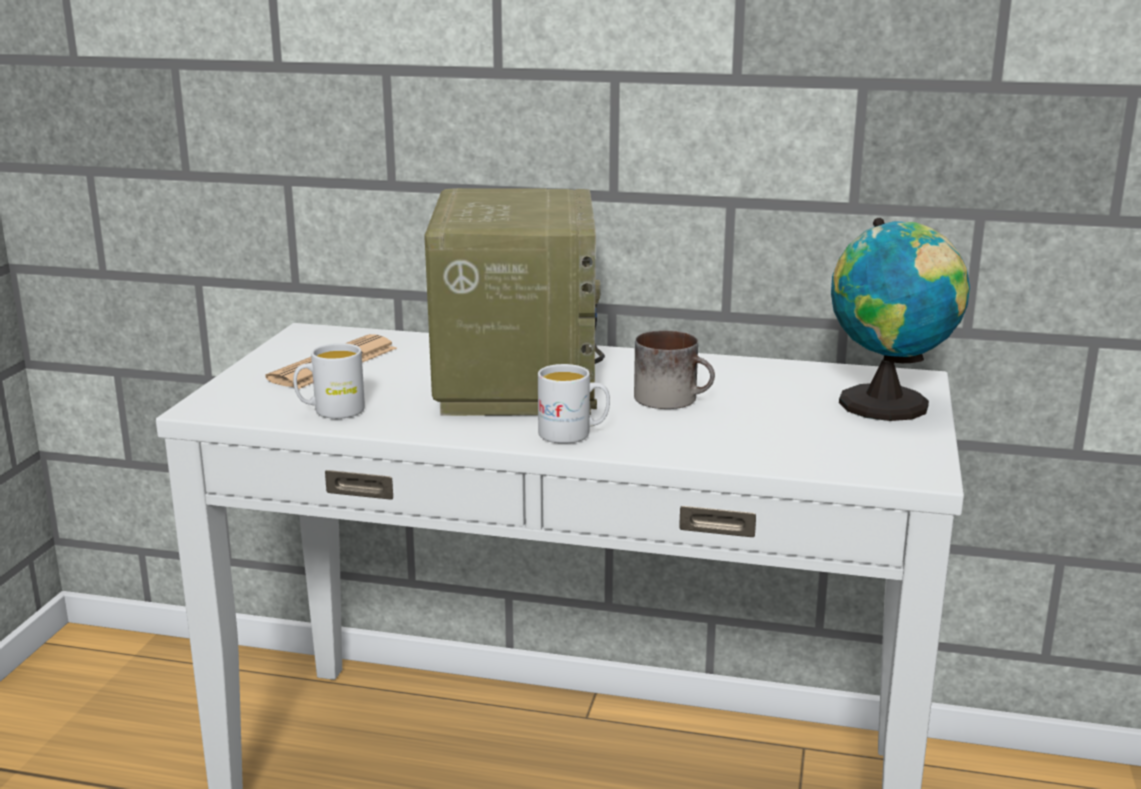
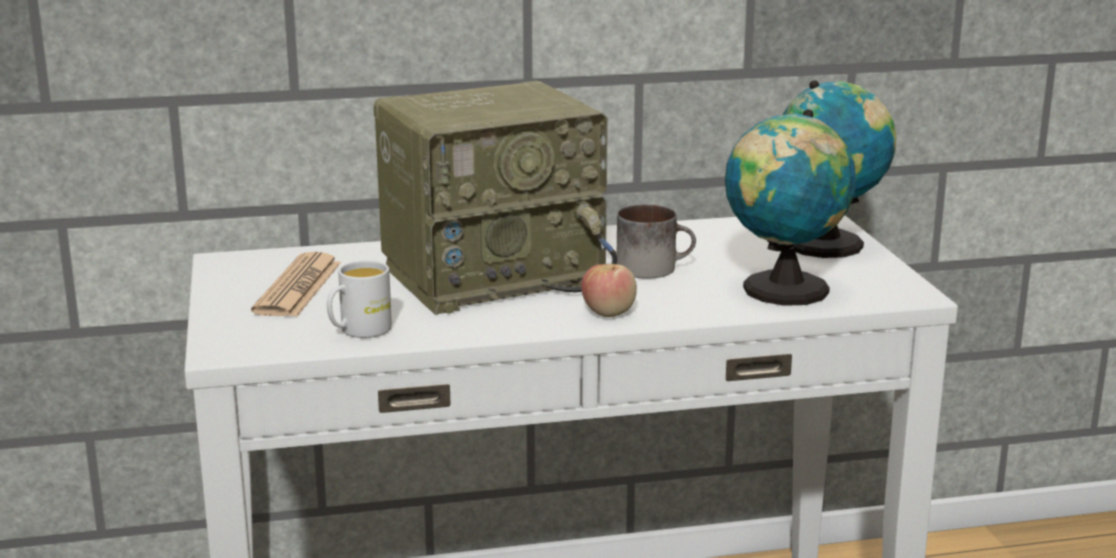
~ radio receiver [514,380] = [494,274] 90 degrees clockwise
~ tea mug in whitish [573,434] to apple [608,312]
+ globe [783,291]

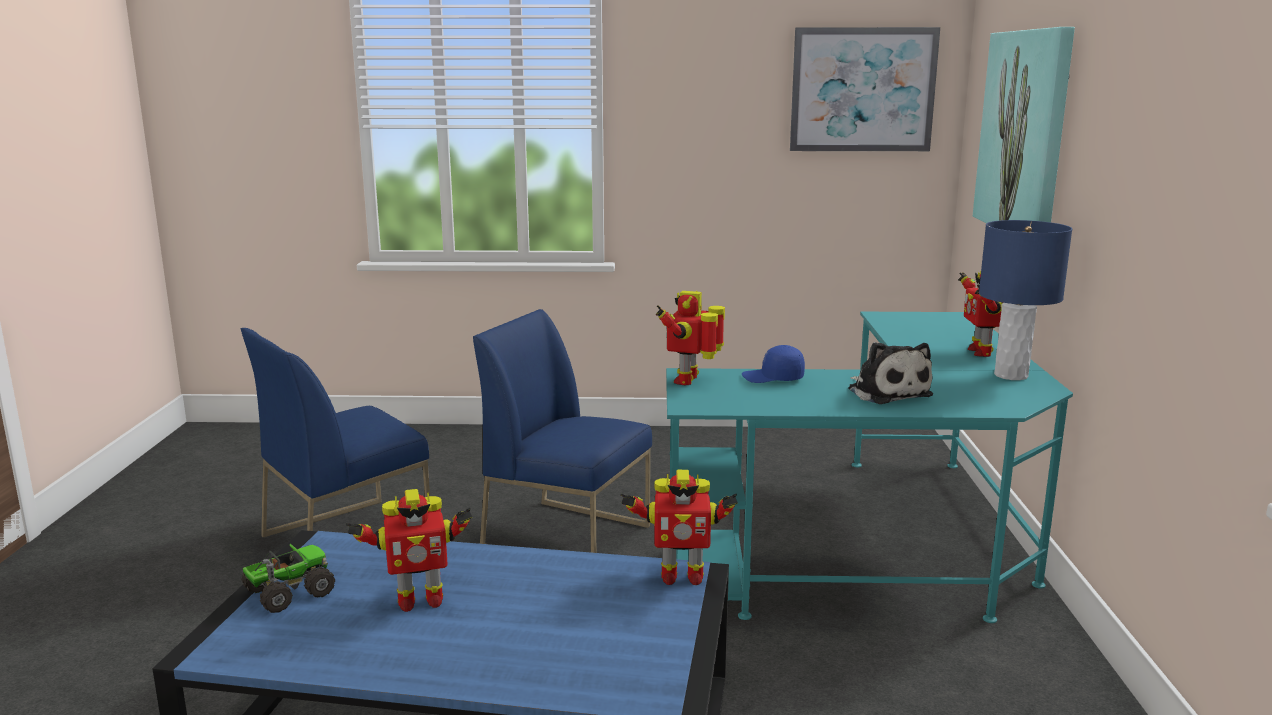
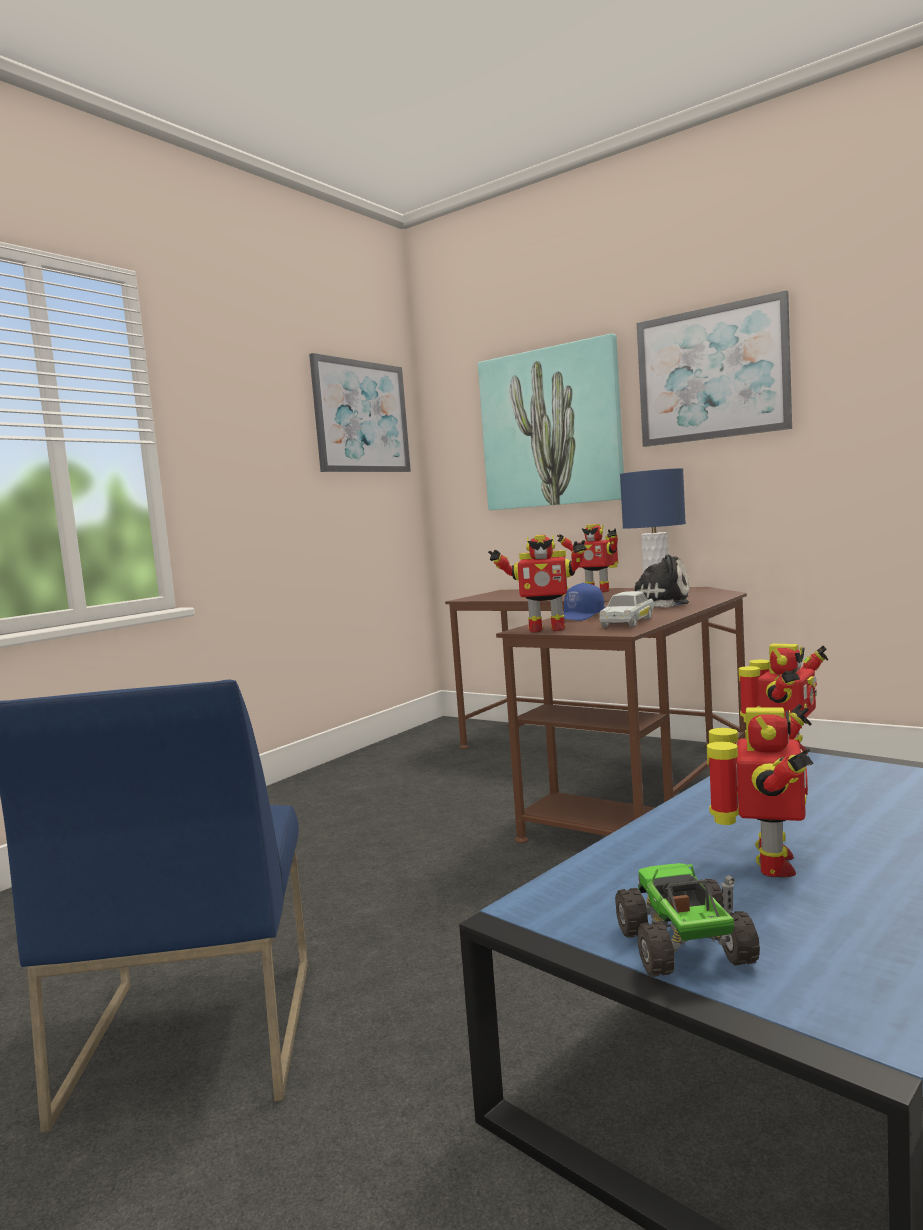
~ desk table in turquoise [881,547] to desk table in brownish [608,770]
~ robot figure [689,380] = [545,629] 45 degrees counterclockwise
+ toy car in whitish [627,622]
+ picture [712,374]
- upright chair in bluish [568,537]

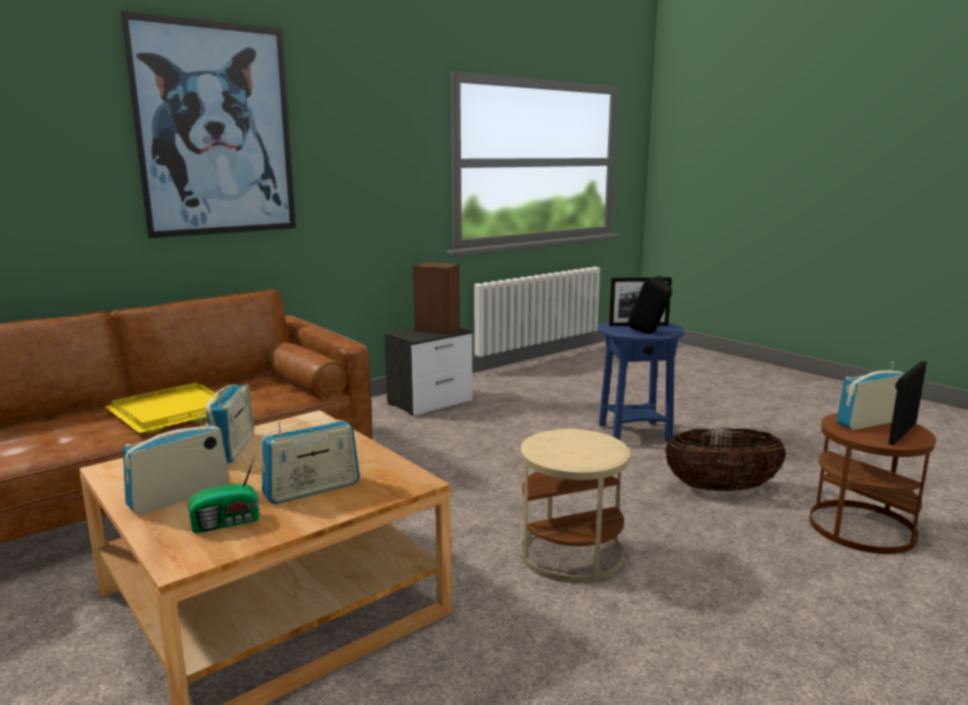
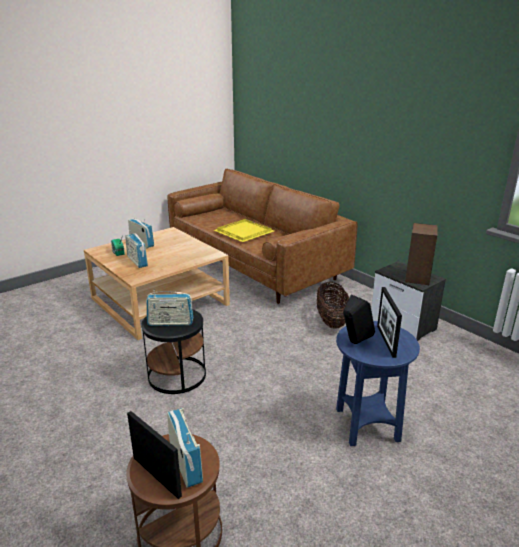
~ accent table in sand-coloured [570,553] to accent table in black-coloured [177,375]
~ radio receiver [233,448] to [170,323]
~ storage basket [721,489] to [331,321]
- picture [215,130]

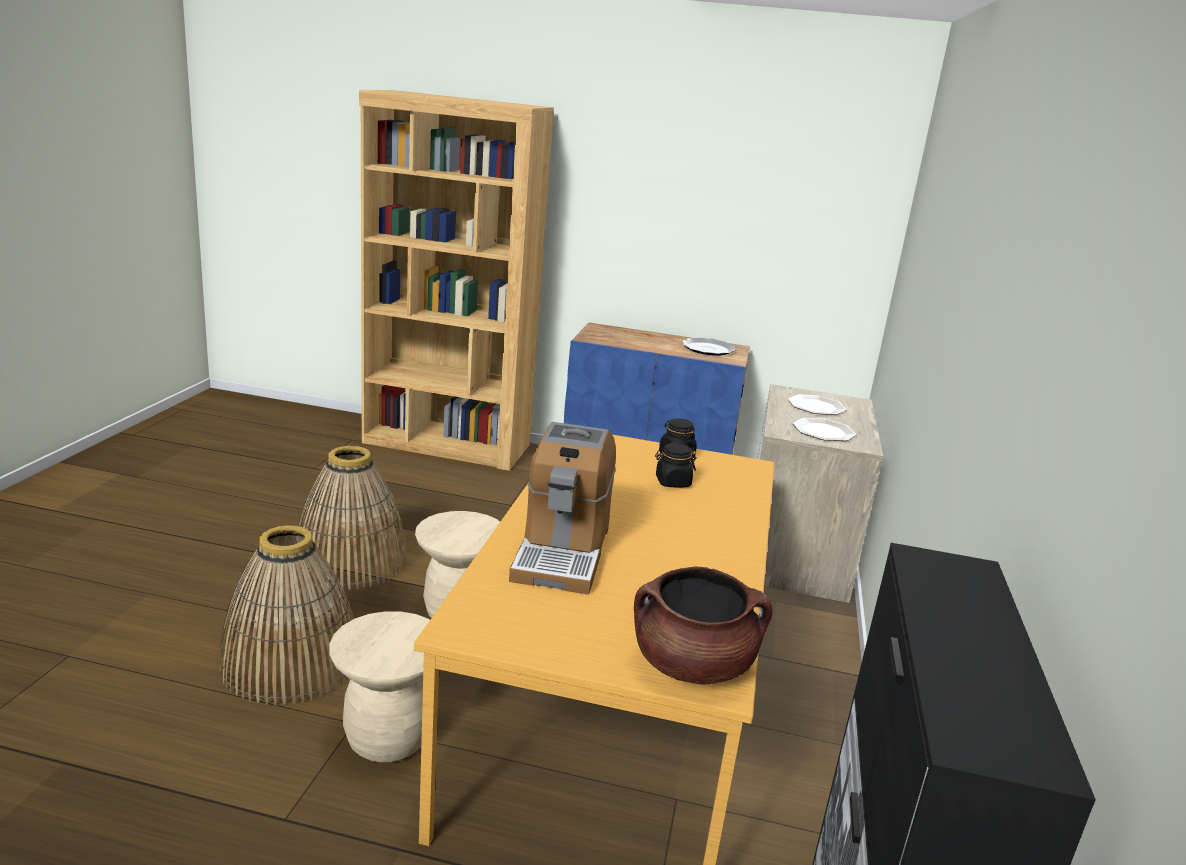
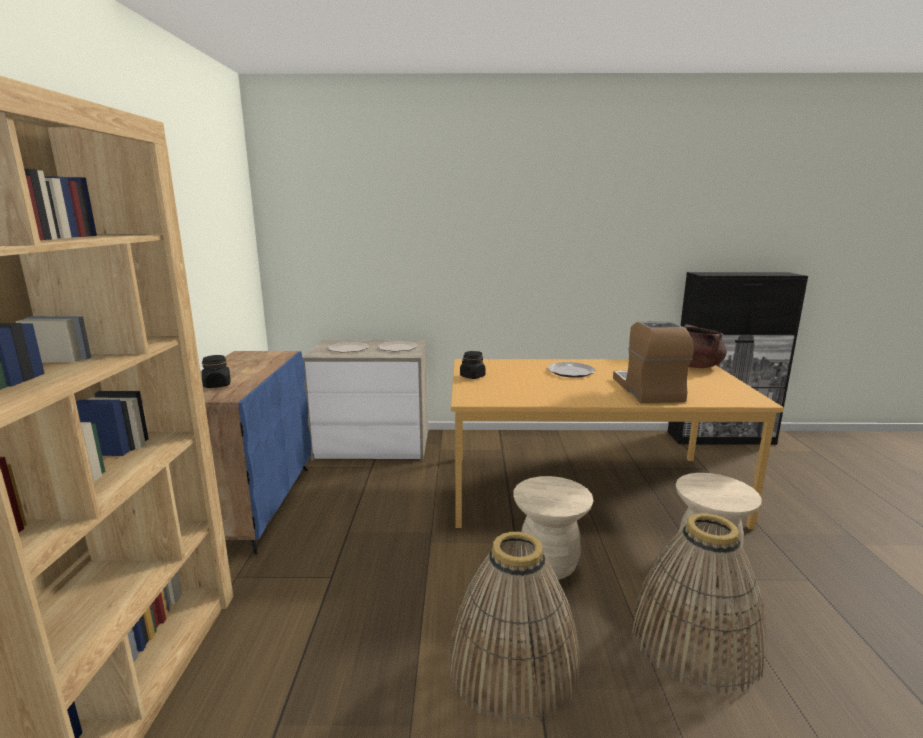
~ preserve jar in black-coloured [672,482] to [217,385]
~ flat dish [708,349] to [570,371]
~ coffee brewer [562,552] = [647,390] 90 degrees counterclockwise

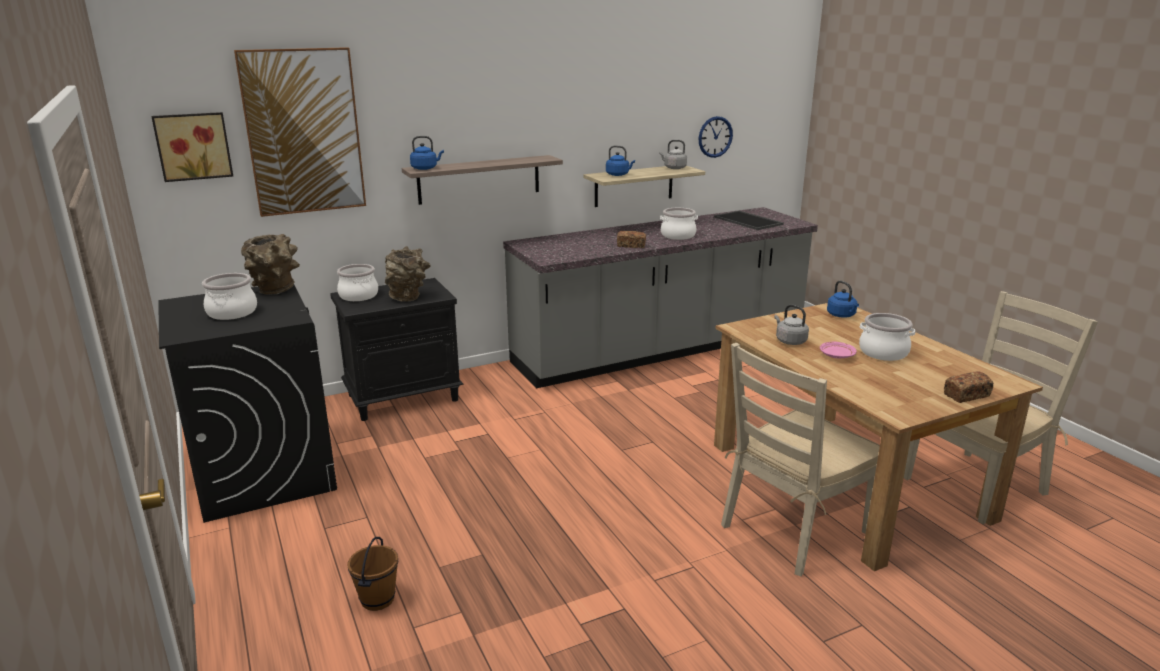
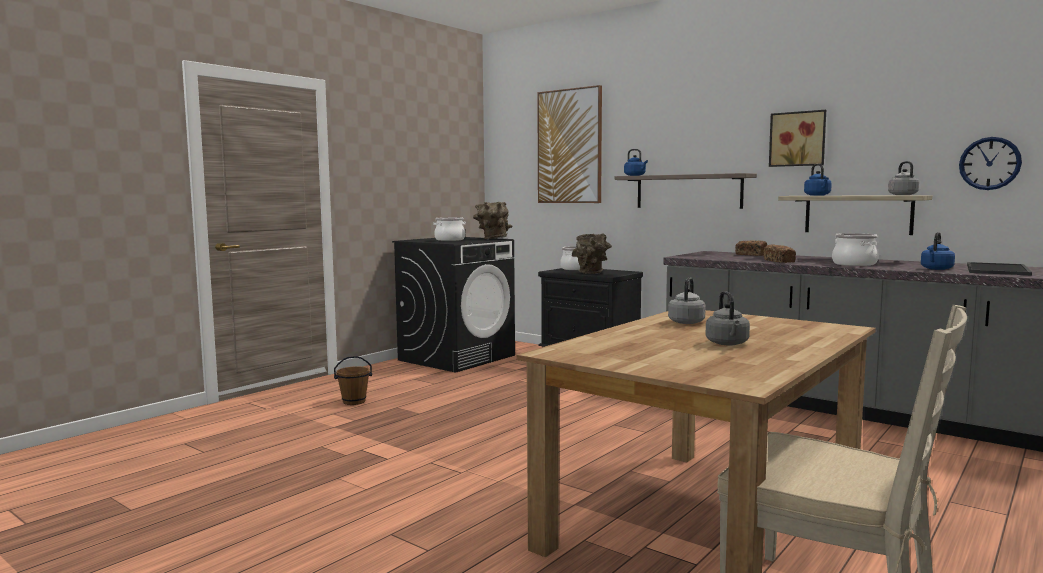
~ cooking pot [883,352] to tea kettle in grey [727,344]
~ bread [966,395] to [750,255]
~ picture [193,146] to [798,139]
~ tea kettle in bluish [842,315] to [936,269]
- upright chair in sand-coloured [794,529]
- flat dish in pink-coloured [836,355]

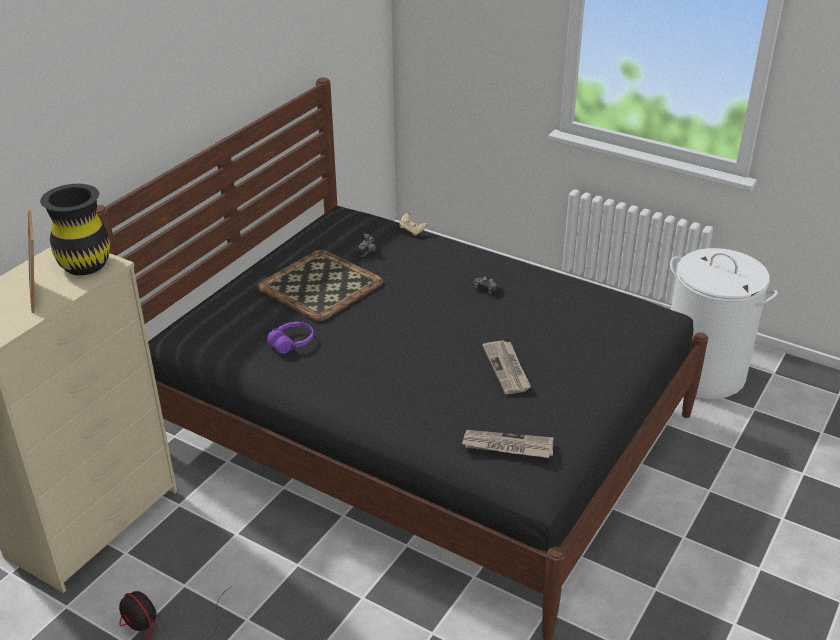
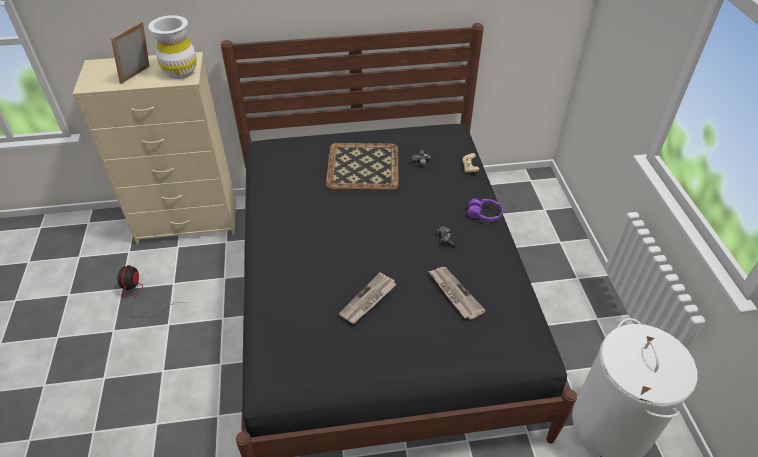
~ vase in black-coloured [85,264] to vase in whitish [180,71]
~ daily paper [507,446] to [454,293]
~ headphones in purplish [292,343] to [484,214]

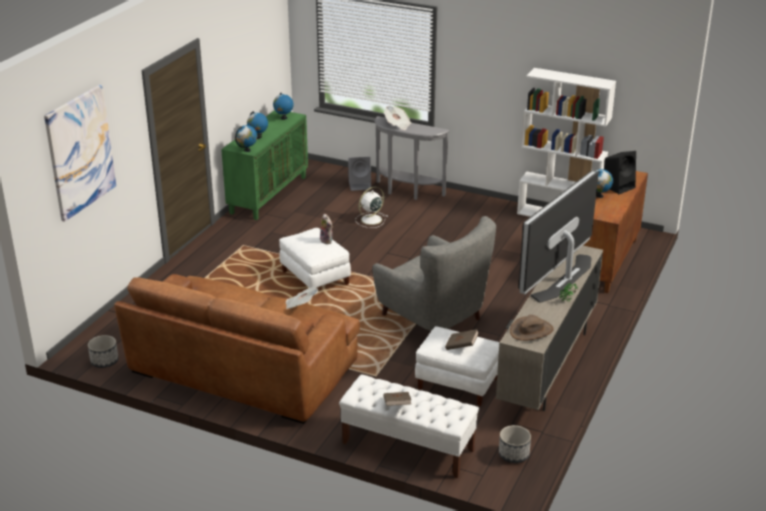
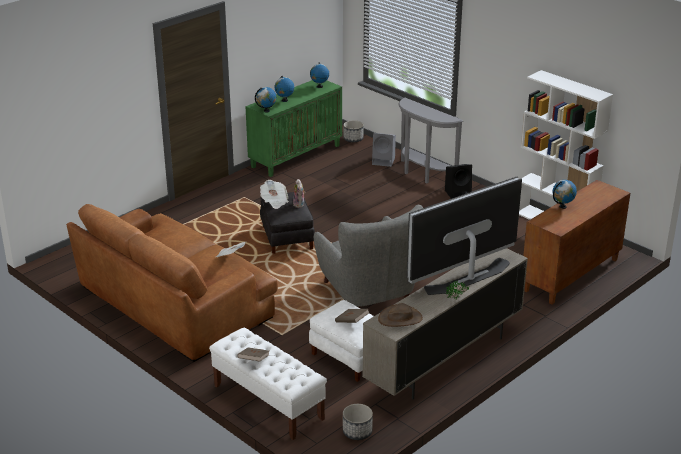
~ daily paper [397,125] to [274,201]
~ pouffe in whitish [314,278] to pouffe in black-coloured [287,237]
~ planter [104,361] to [353,139]
~ speaker in black-coloured [619,186] to [458,193]
- picture [80,152]
- electric fan in whitish [370,220]

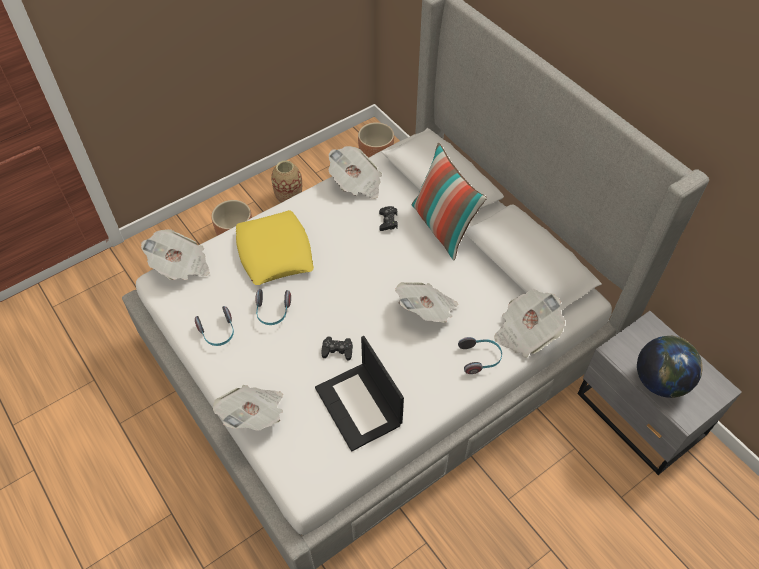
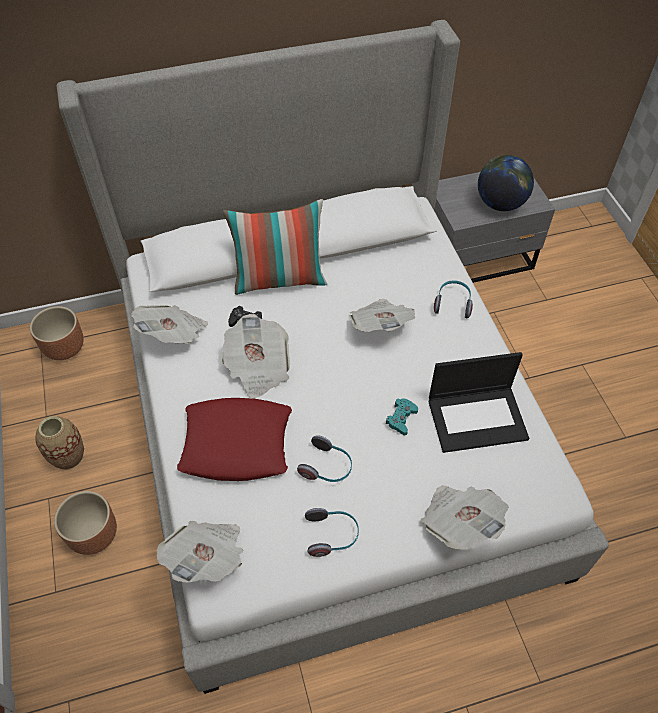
~ pillow in yellowish [275,253] to pillow in reddish [237,444]
~ daily paper [525,332] to [258,368]
~ gamepad in black-coloured [337,350] to gamepad in turquoise [401,418]

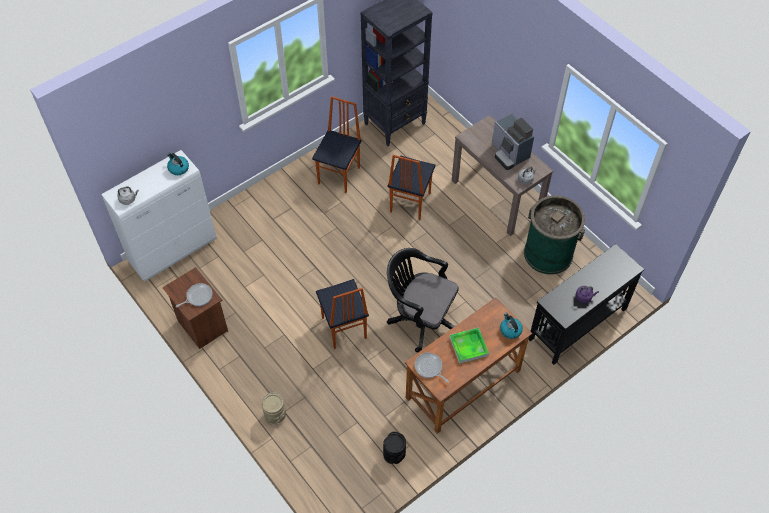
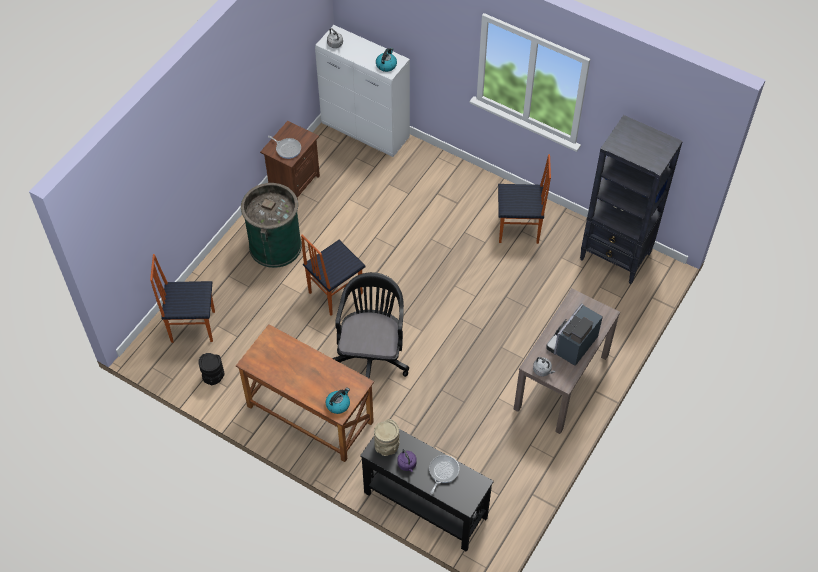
~ upright chair [409,203] to [192,326]
~ trash can in greenish [548,253] to [275,246]
~ vase in sand-coloured [275,415] to [387,446]
~ skillet [429,368] to [443,472]
- serving tray [468,346]

